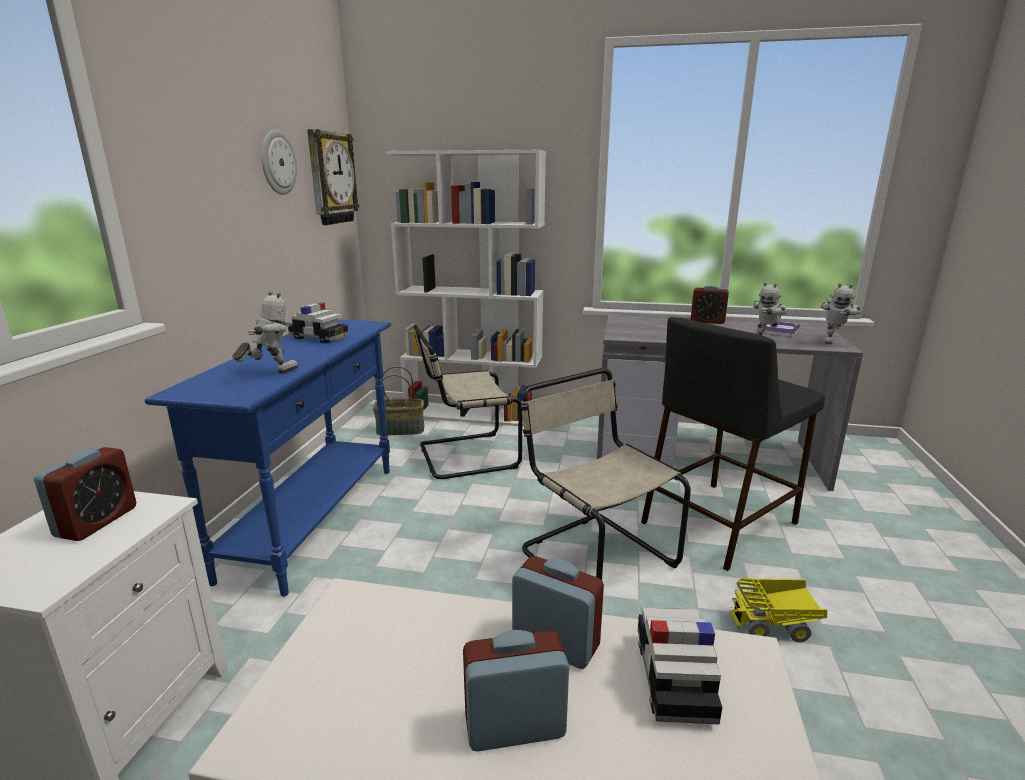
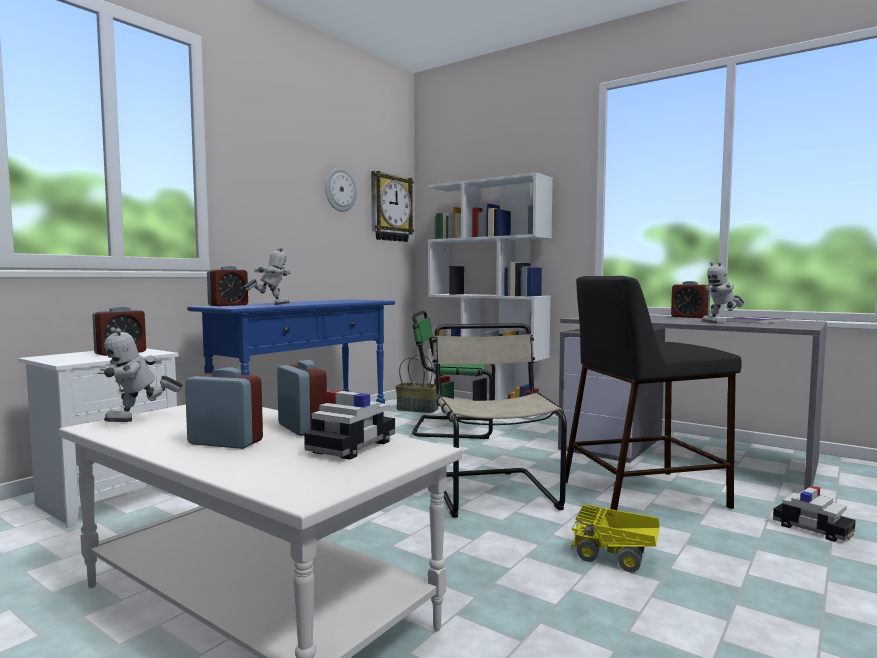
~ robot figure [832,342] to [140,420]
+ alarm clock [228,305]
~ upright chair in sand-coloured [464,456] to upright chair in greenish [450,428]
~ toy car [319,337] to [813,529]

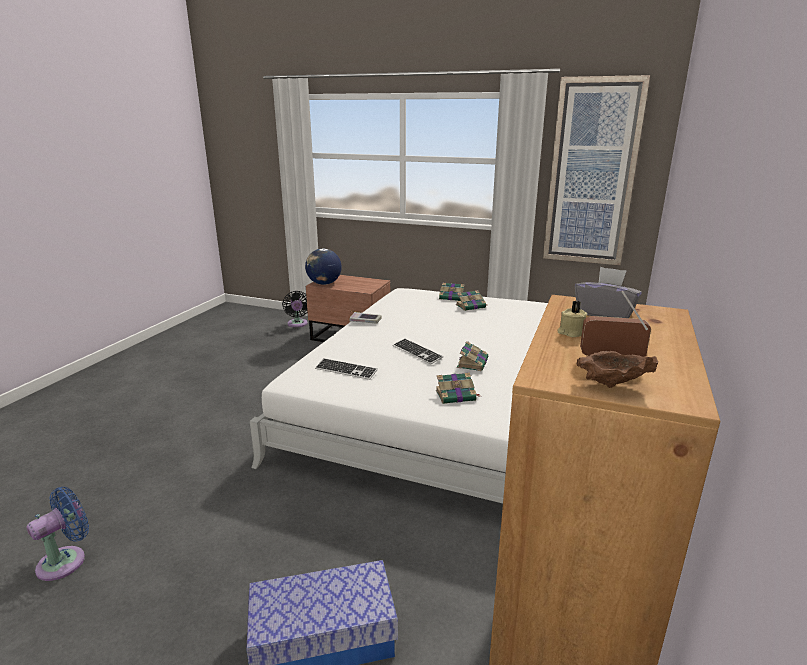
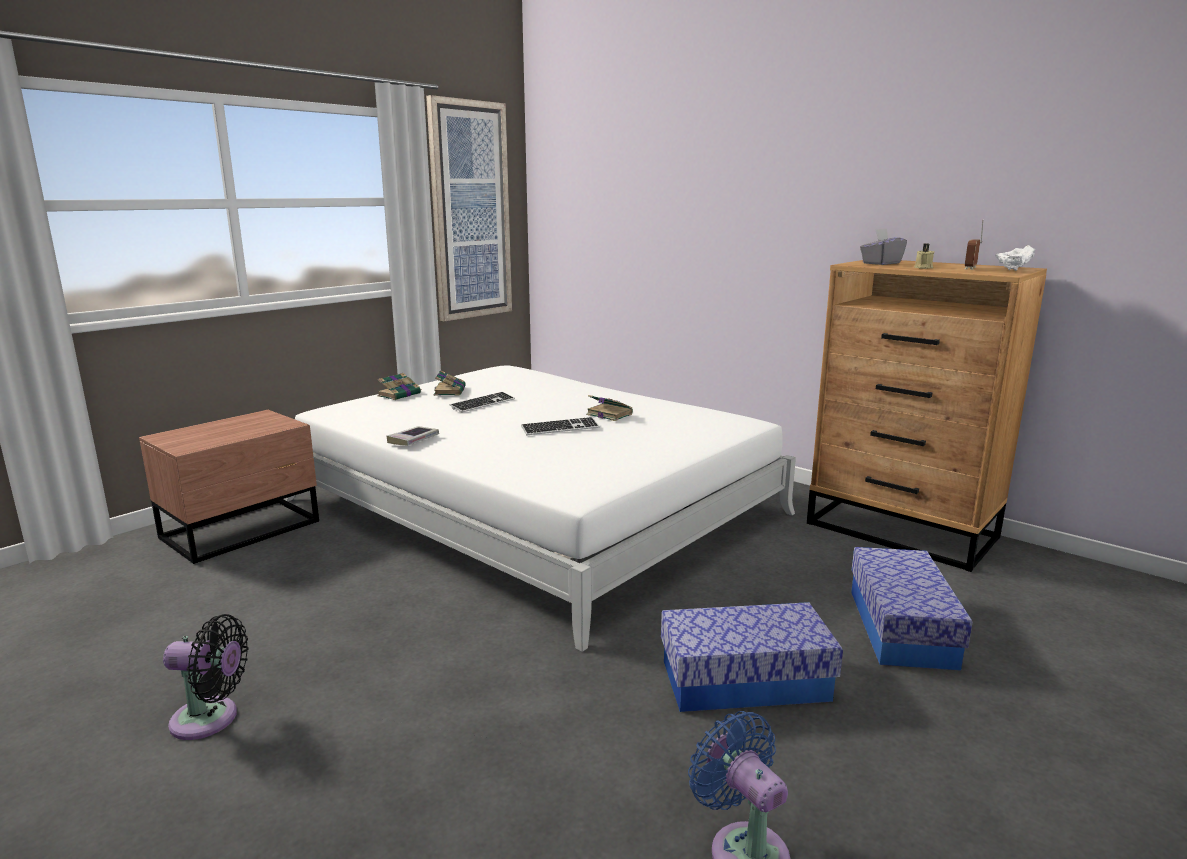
~ electric fan in black-coloured [297,324] to [210,719]
~ PC keyboard [346,370] to [483,404]
+ storage box [744,681]
~ serving bowl in brownish [612,385] to serving bowl in whitish [1012,270]
- globe [324,283]
- book [456,395]

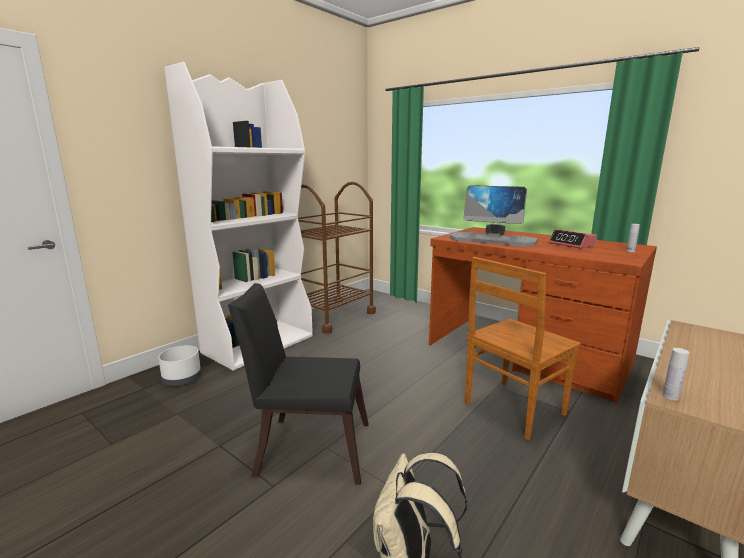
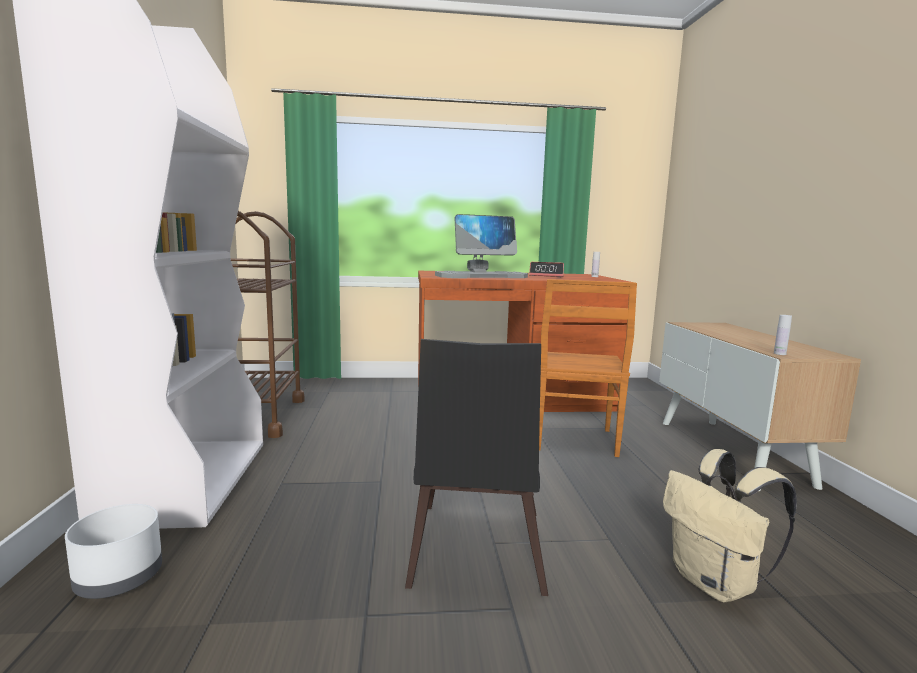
~ upright chair in black-coloured [307,447] = [475,553] 45 degrees counterclockwise

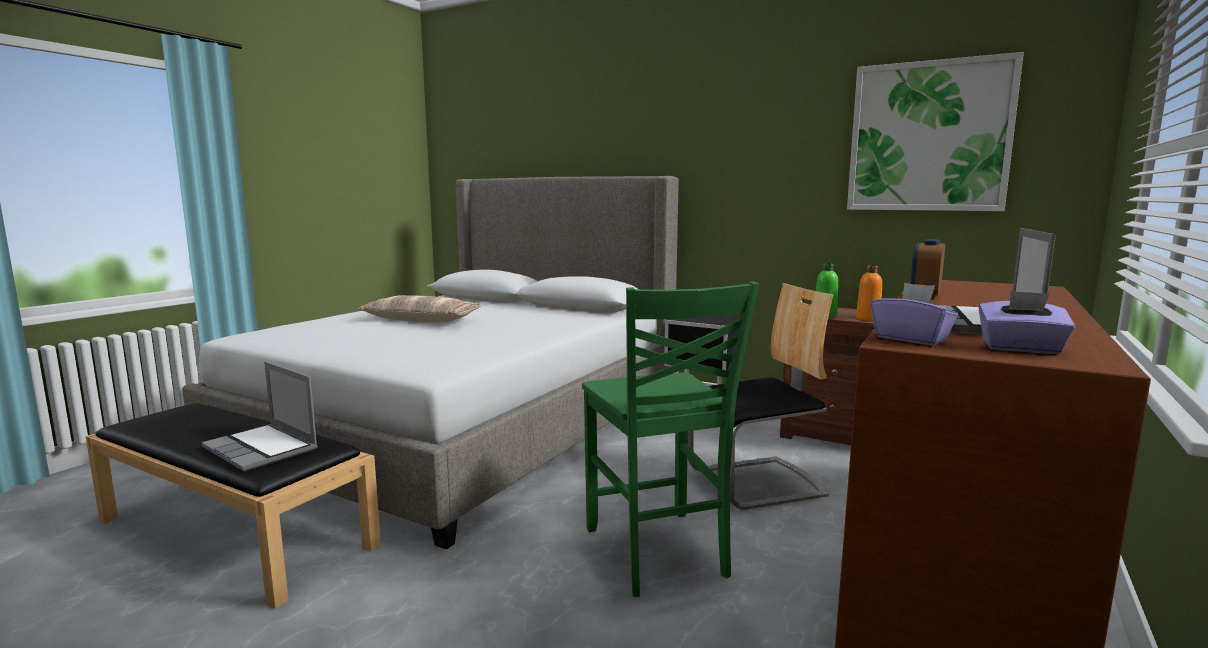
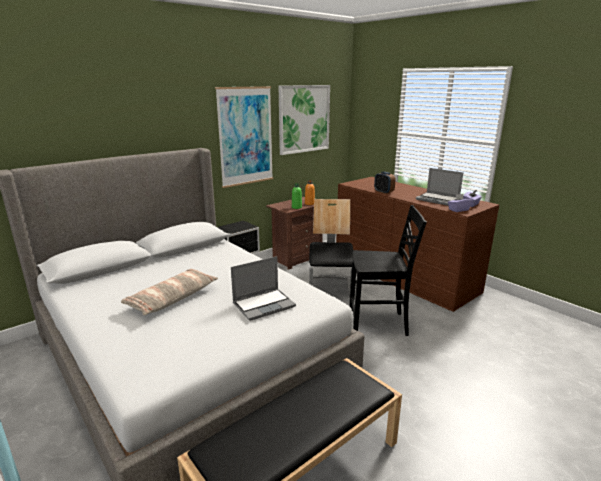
+ picture [245,136]
~ laptop [263,449] to [264,305]
~ upright chair in greenish [657,553] to upright chair in black-coloured [379,323]

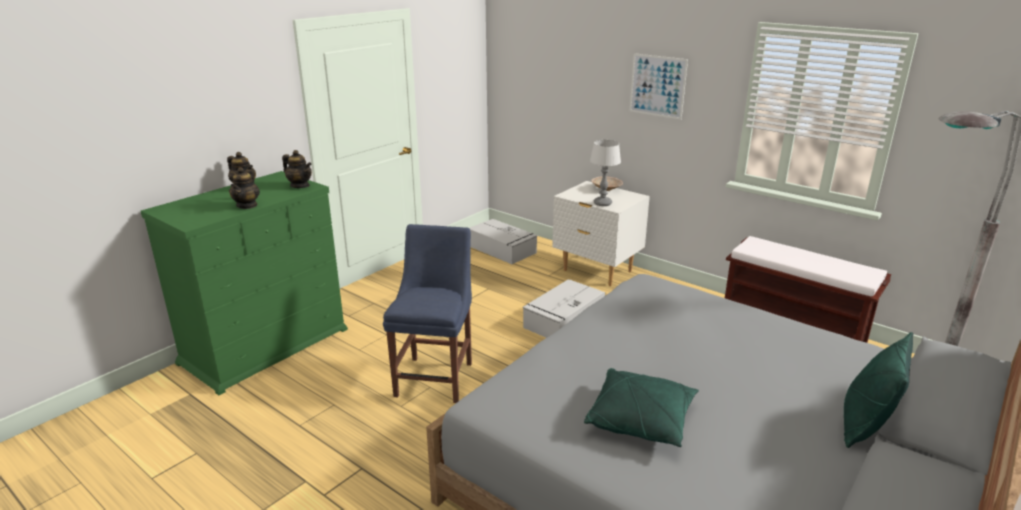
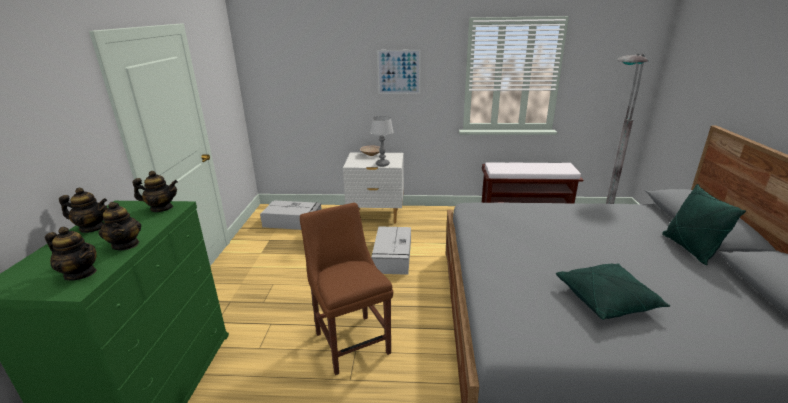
+ pot for tea [81,273]
~ upright chair in bluish [436,377] to upright chair in brownish [351,340]

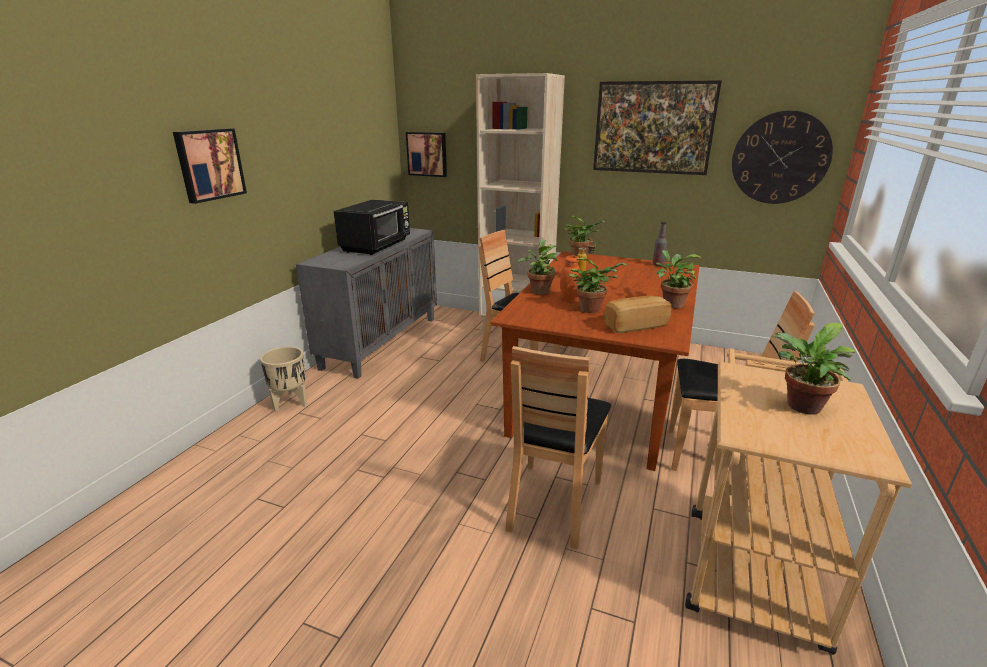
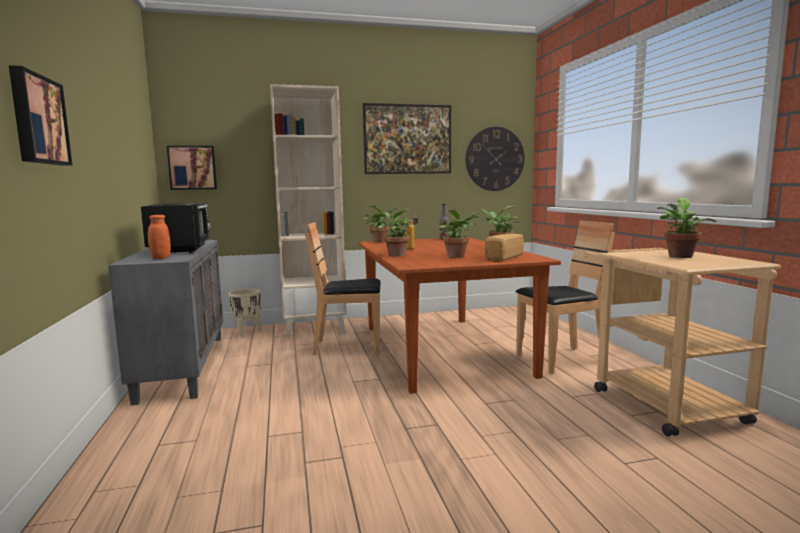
~ preserve jar in orange-coloured [569,298] to [161,258]
~ planter in sand-coloured [291,403] to [247,332]
- upright chair in brownish [553,503]

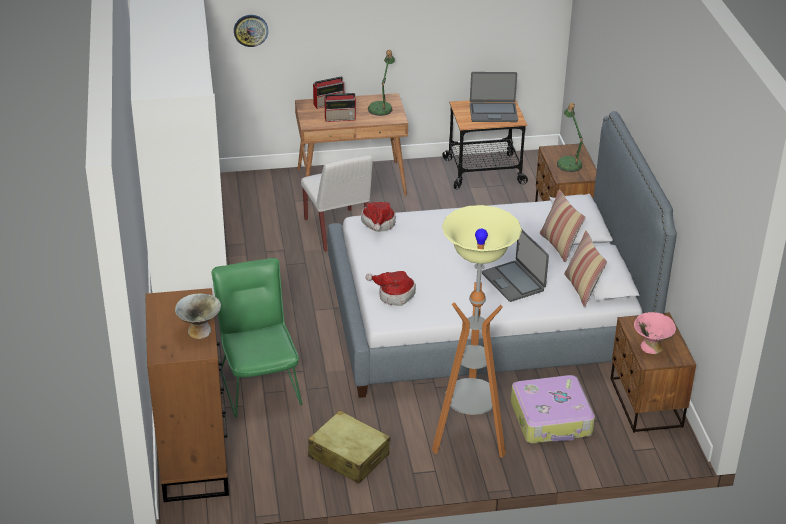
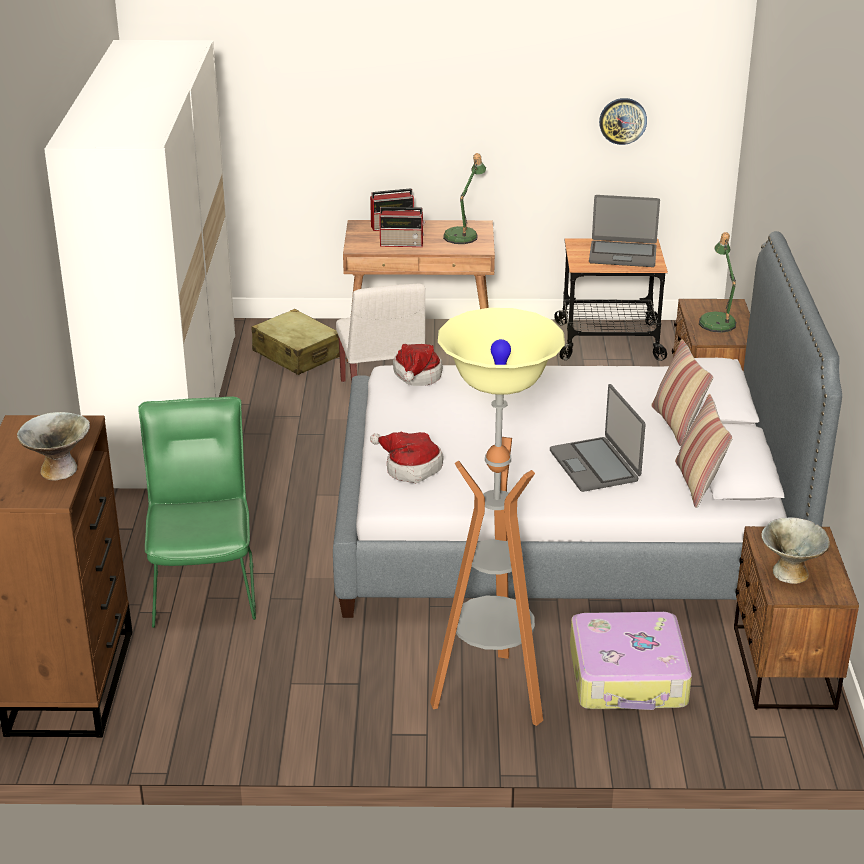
~ suitcase in sand-coloured [348,456] to [296,354]
~ hanging clock [250,30] to [623,120]
~ serving bowl in pink-coloured [651,347] to serving bowl in grey [790,573]

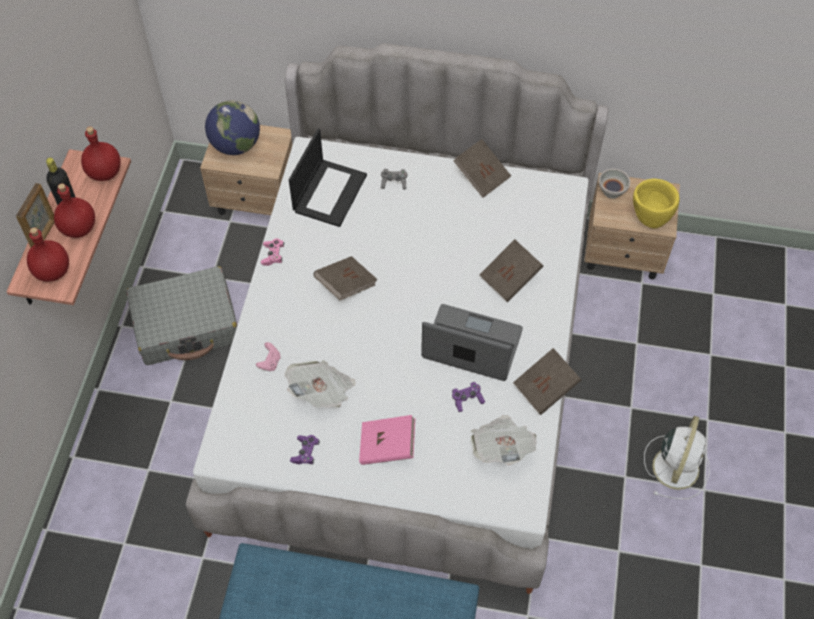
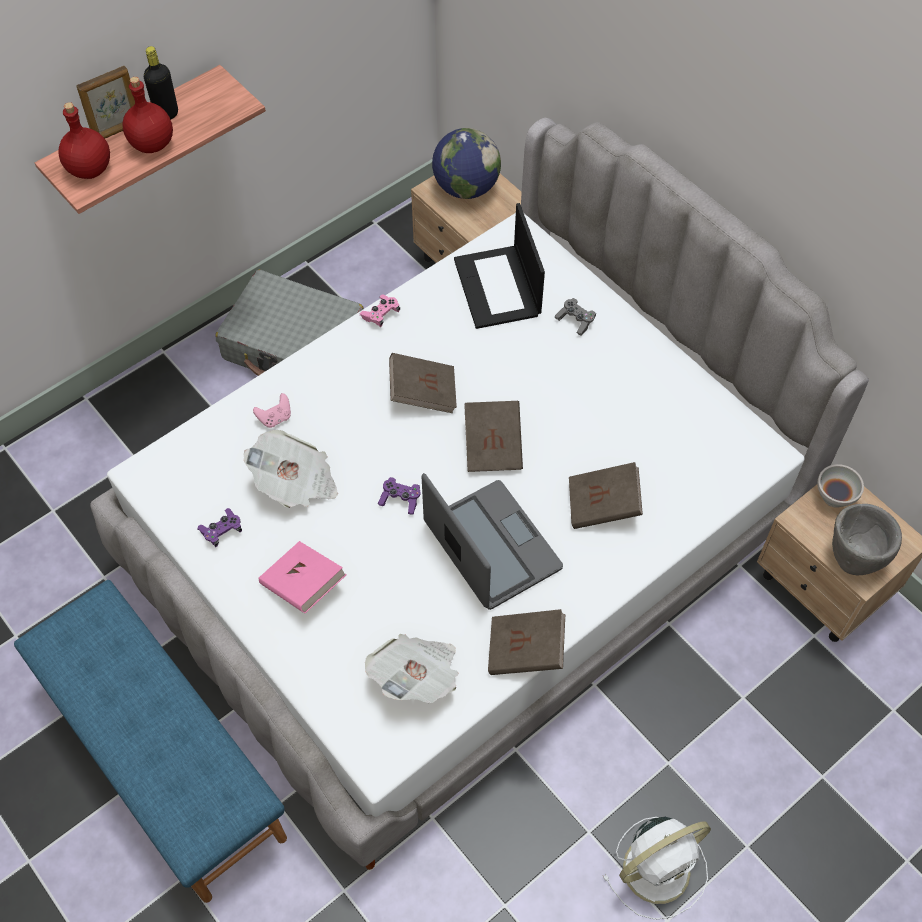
~ gamepad in purplish [467,399] to [400,499]
~ laptop [329,192] = [498,288] 105 degrees clockwise
~ book in brownish [482,176] to [493,446]
~ serving bowl in yellowish [650,217] to serving bowl in grey [854,557]
- beverage bottle in reddish [105,173]

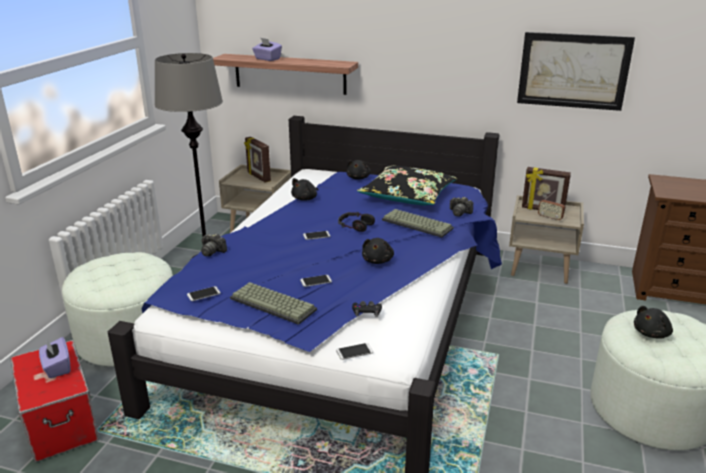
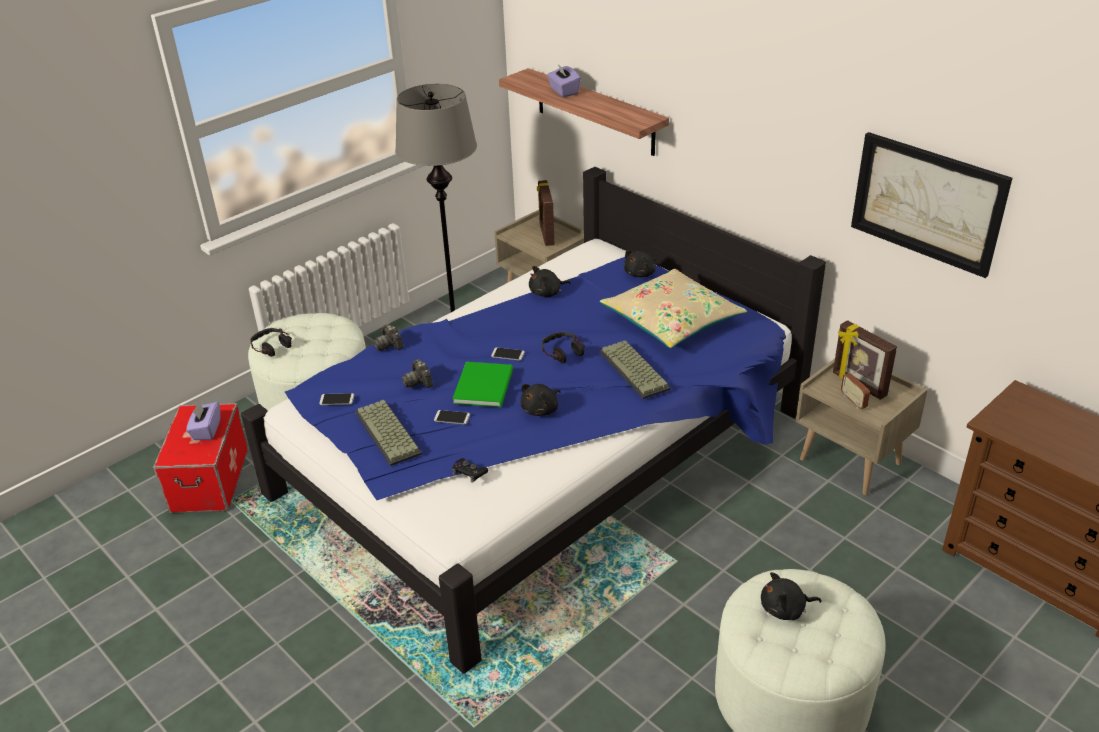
+ headphones [271,346]
~ photo camera [459,213] to [418,382]
+ book in greenish [485,385]
~ pillow in black-coloured [407,196] to pillow in sand-coloured [672,320]
- handset [354,352]

